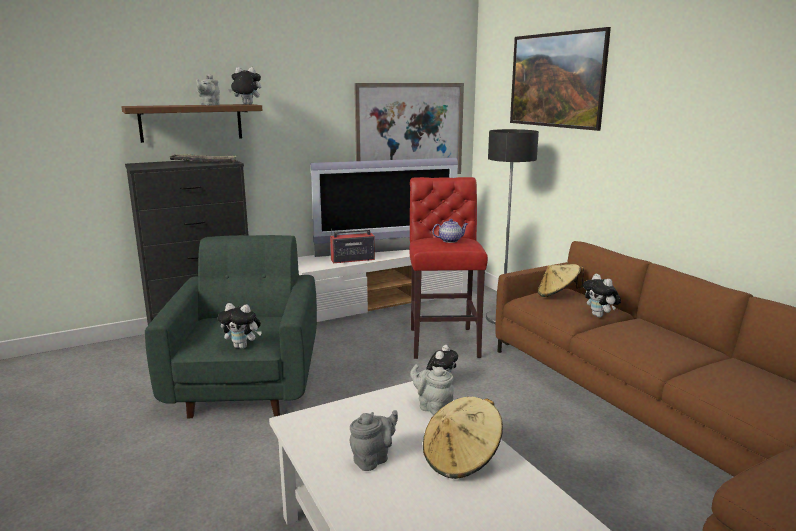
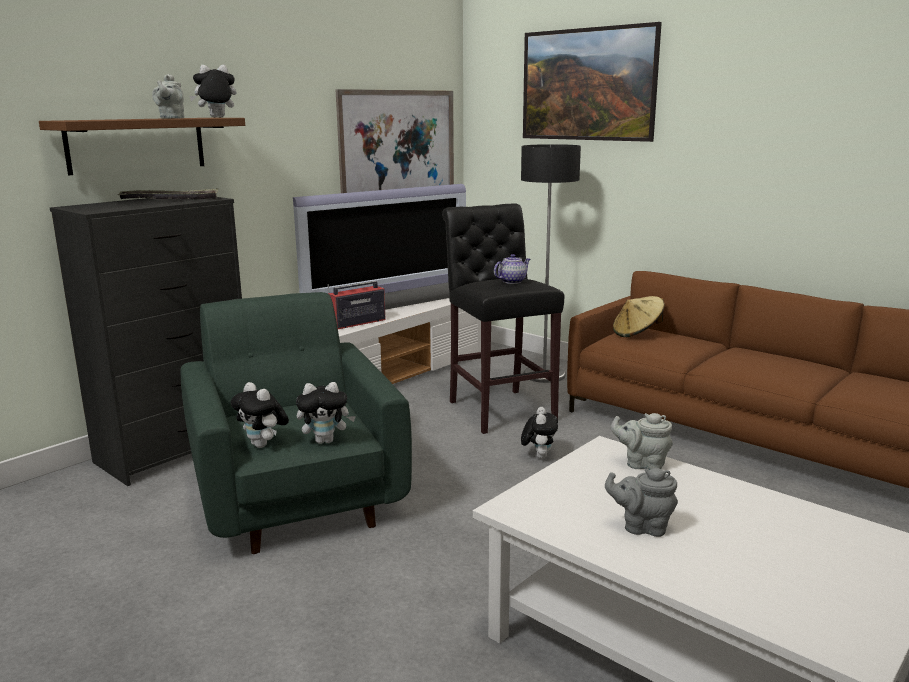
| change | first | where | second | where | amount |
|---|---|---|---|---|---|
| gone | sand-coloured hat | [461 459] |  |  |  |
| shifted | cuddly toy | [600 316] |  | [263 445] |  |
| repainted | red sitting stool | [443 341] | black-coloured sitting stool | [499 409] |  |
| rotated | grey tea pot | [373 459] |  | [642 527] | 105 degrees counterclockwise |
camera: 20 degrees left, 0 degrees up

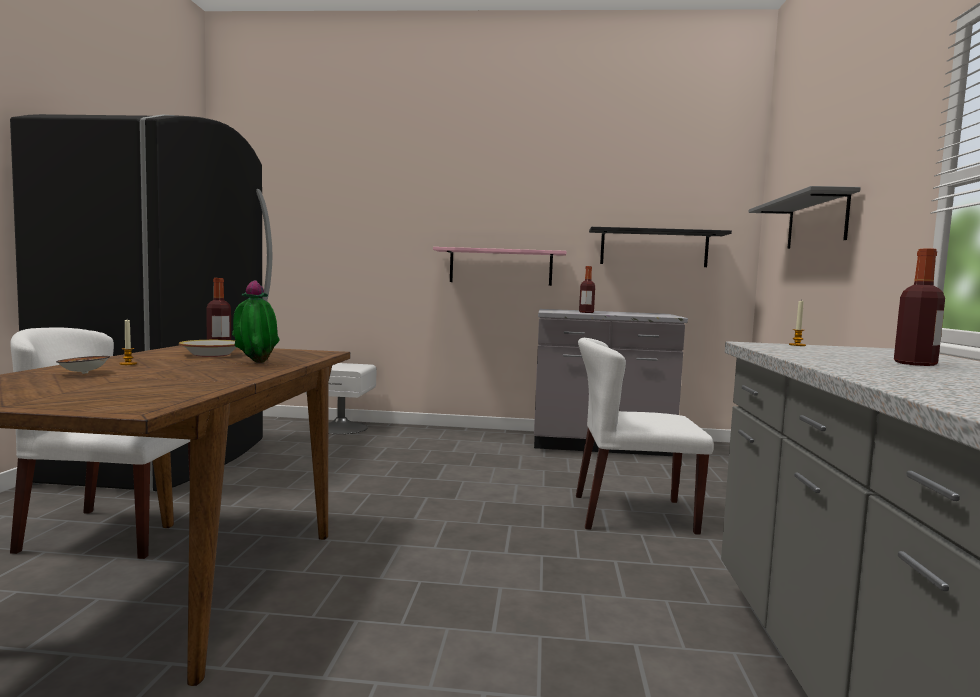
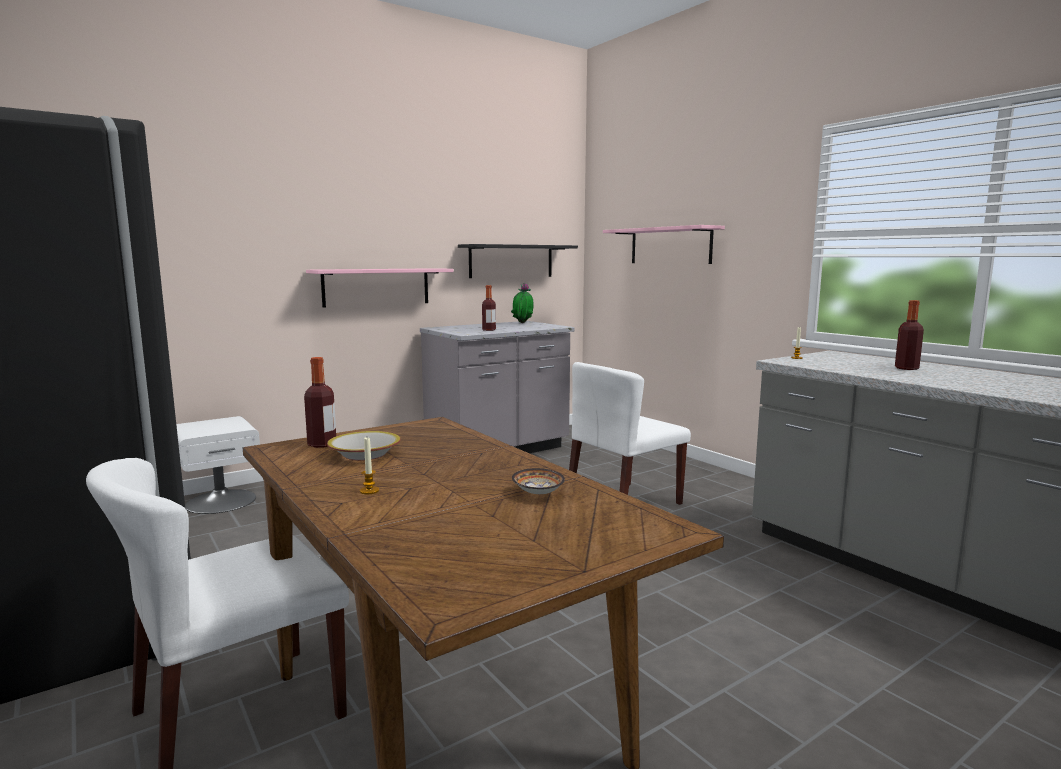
| change | first | where | second | where | amount |
|---|---|---|---|---|---|
| shifted | deep dish | [84 373] |  | [538 493] |  |
| shifted | houseplant | [255 363] |  | [522 323] |  |
| repainted | grey shelf | [816 222] | pink-coloured shelf | [670 246] |  |
camera: 40 degrees left, 5 degrees up

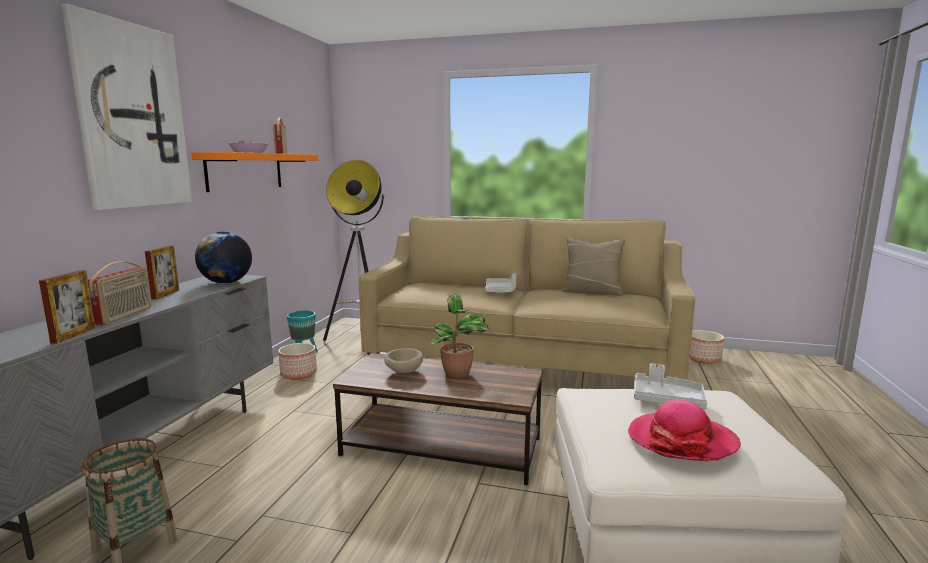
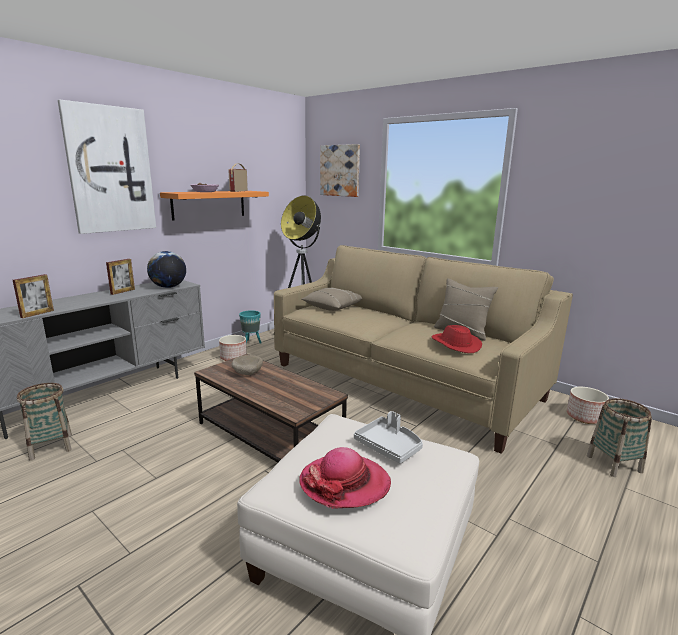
| change | first | where | second | where | amount |
|---|---|---|---|---|---|
| gone | radio | [125 316] |  |  |  |
| gone | houseplant | [458 374] |  |  |  |
| gone | grey serving tray | [501 291] |  |  |  |
| new |  |  | sand-coloured cushion | [333 307] |  |
| new |  |  | wall art | [340 170] |  |
| new |  |  | red hat | [455 344] |  |
| new |  |  | basket | [613 464] |  |
camera: 25 degrees right, 5 degrees up

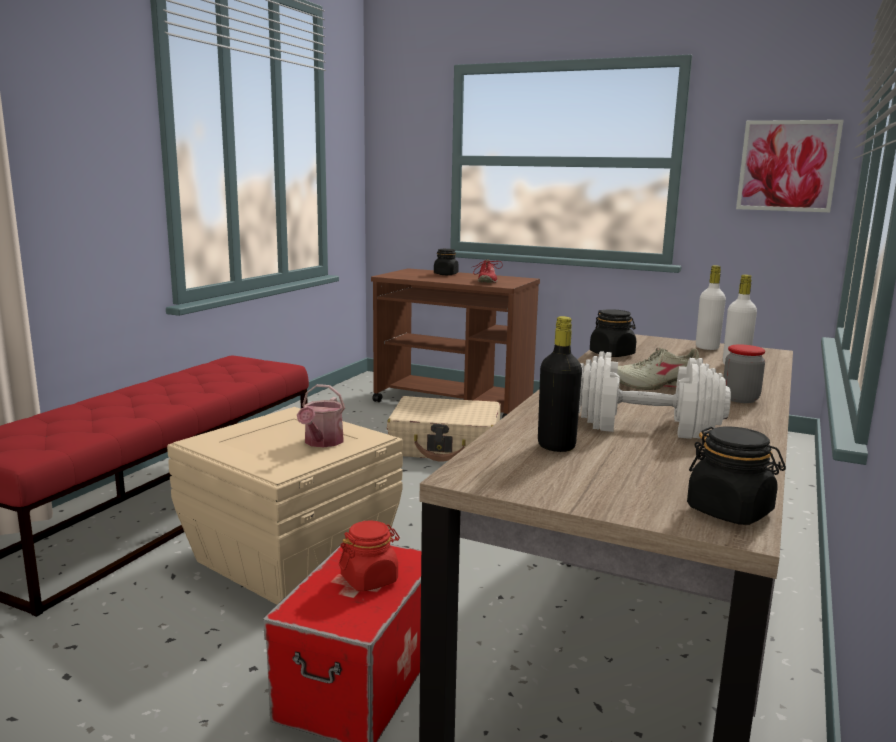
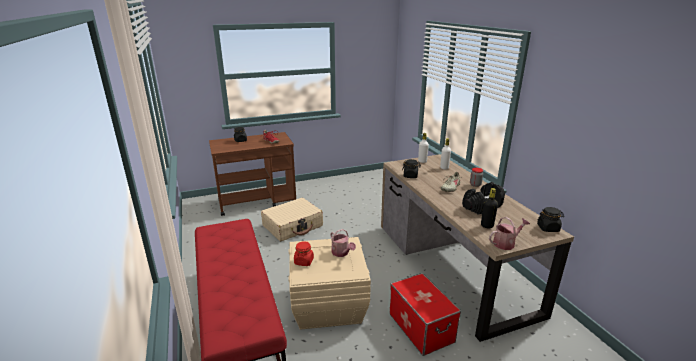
| change | first | where | second | where | amount |
|---|---|---|---|---|---|
| gone | wall art | [787 166] |  |  |  |
| new |  |  | watering can | [506 243] |  |
| shifted | red storage jar | [369 579] |  | [304 261] |  |
| repainted | white free weight | [644 425] | black-coloured free weight | [482 207] |  |
camera: 45 degrees left, 10 degrees up

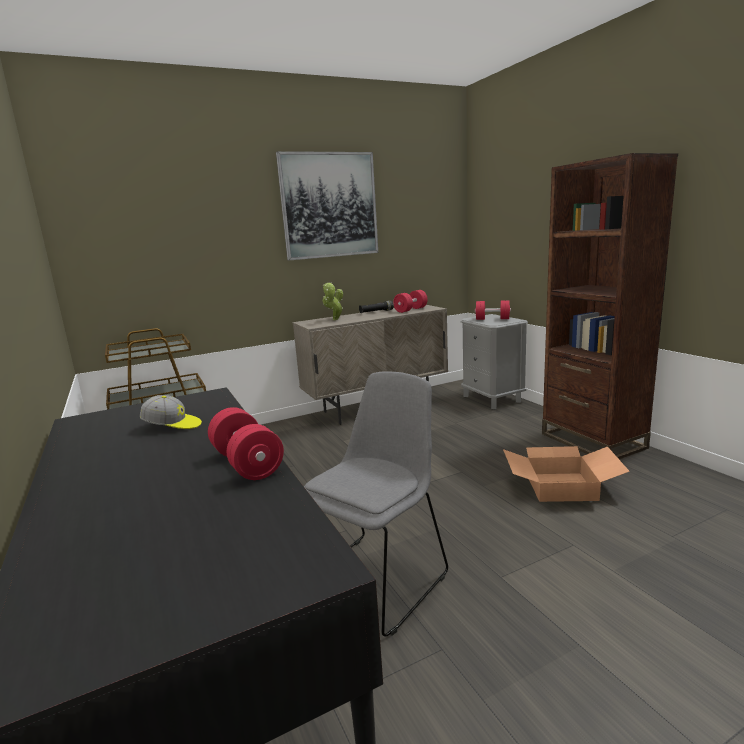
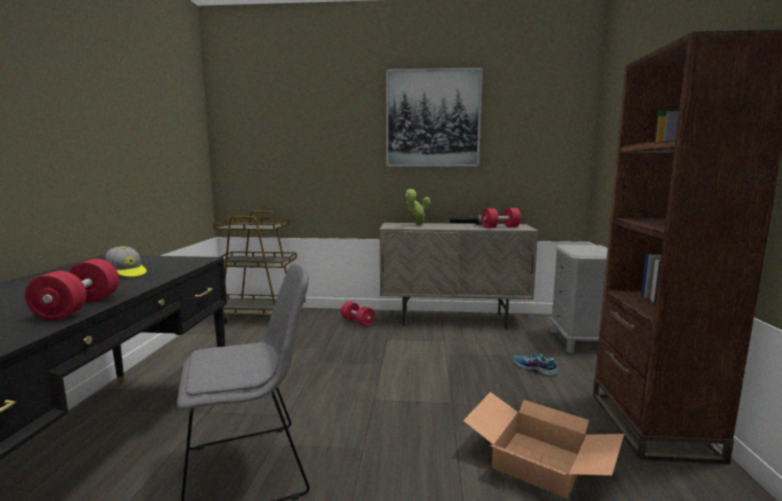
| change | first | where | second | where | amount |
|---|---|---|---|---|---|
| new |  |  | item of footwear | [534 369] |  |
| shifted | red free weight | [492 319] |  | [357 322] |  |
camera: 30 degrees right, 5 degrees down

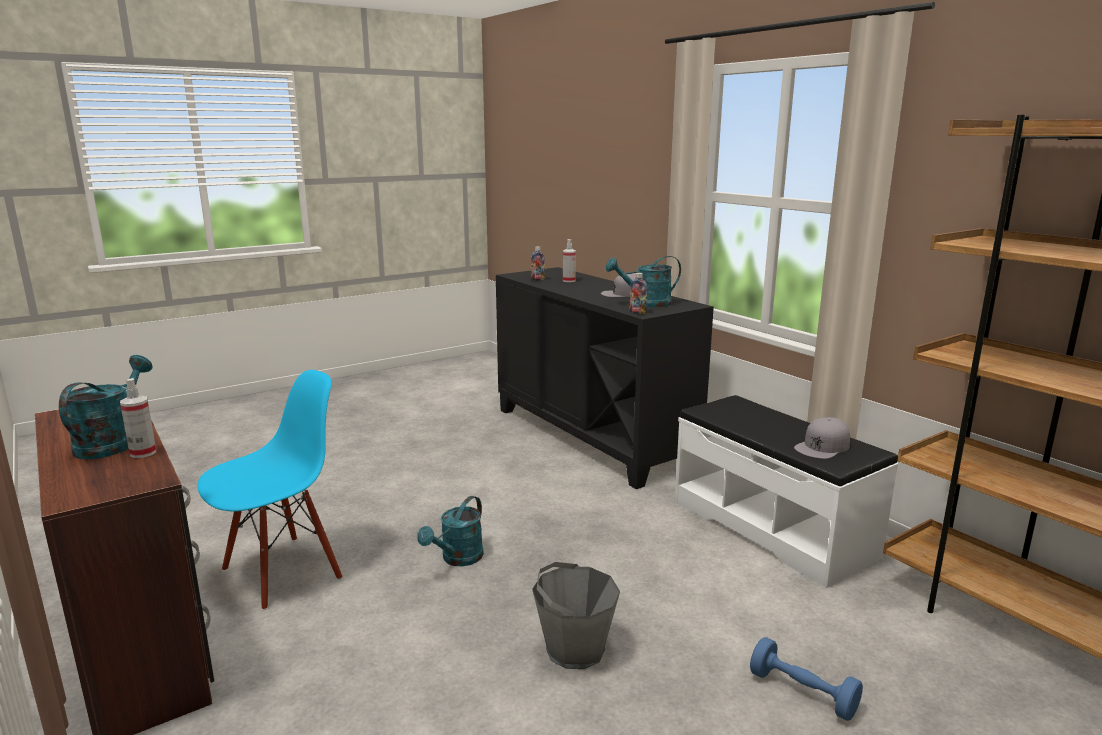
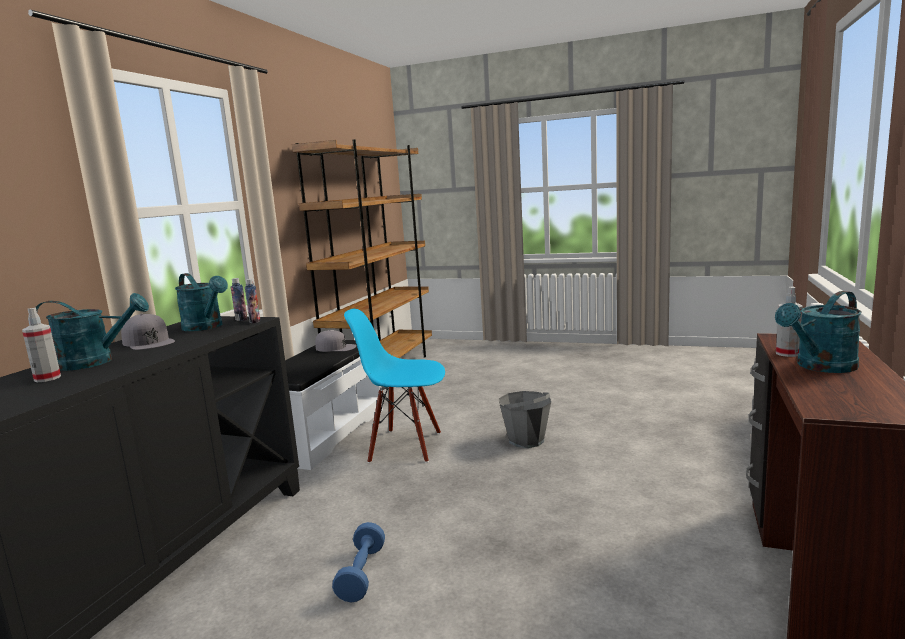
| change | first | where | second | where | amount |
|---|---|---|---|---|---|
| shifted | blue chair | [282 572] |  | [405 446] |  |
| shifted | turquoise-coloured watering can | [457 559] |  | [96 362] |  |
| shifted | bottle | [537 279] |  | [241 319] |  |
| shifted | blue free weight | [802 693] |  | [362 574] |  |
camera: 125 degrees left, 5 degrees down

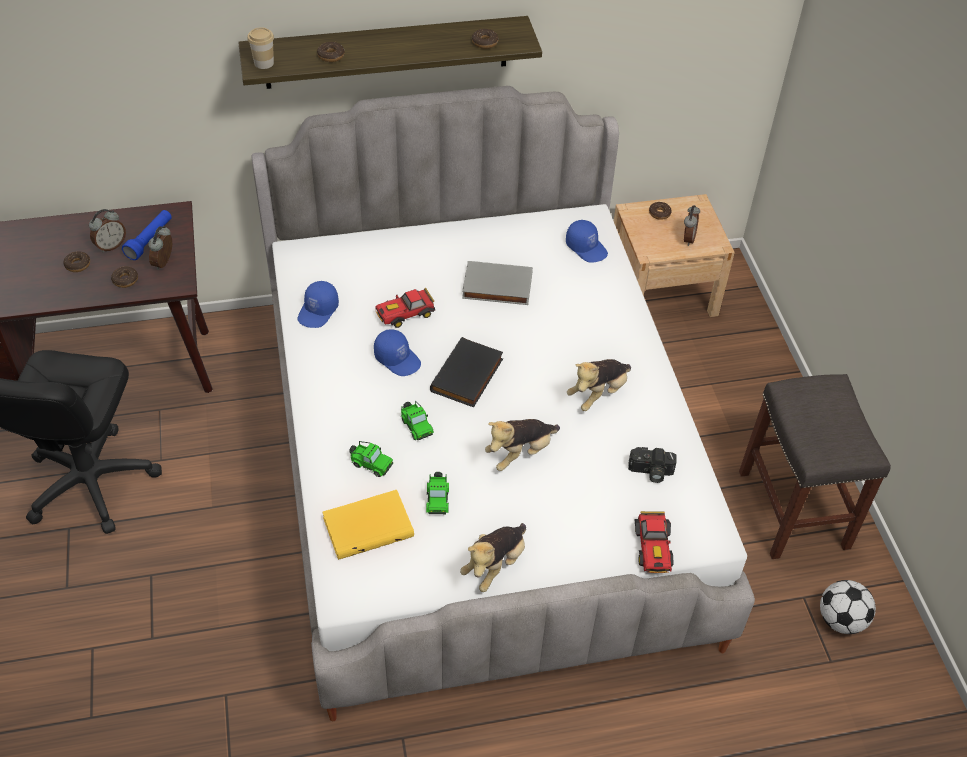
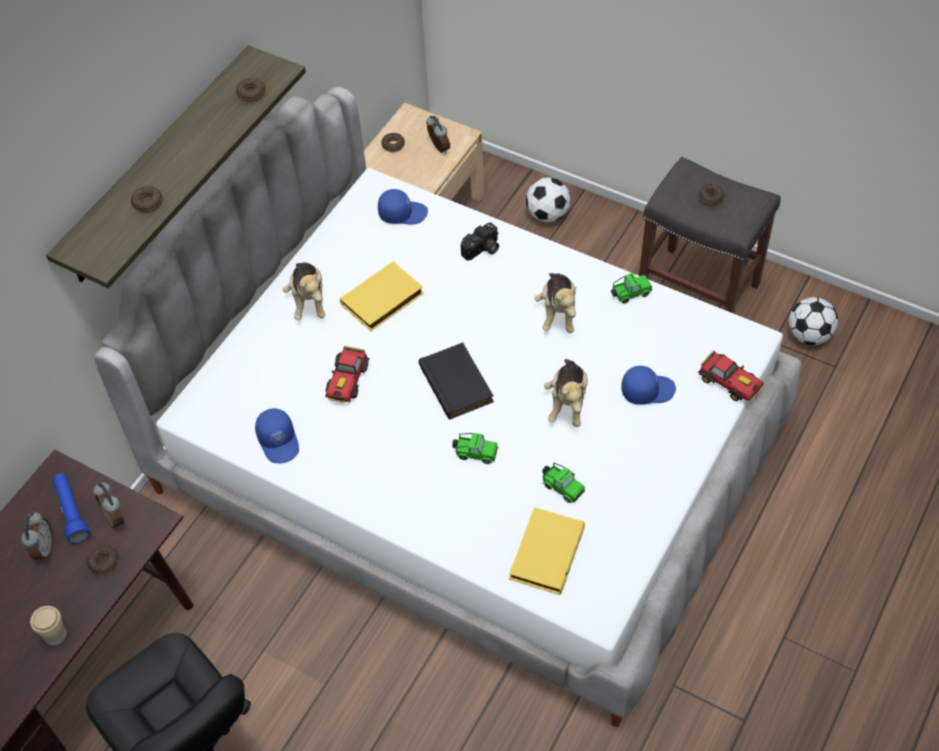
| change | first | where | second | where | amount |
|---|---|---|---|---|---|
| new |  |  | football | [547 214] |  |
| shifted | ring doughnut | [78 265] |  | [711 197] |  |
| shifted | cup | [264 63] |  | [55 635] |  |
| shifted | toy car | [370 464] |  | [630 294] |  |
| shifted | blue peaked cap | [398 359] |  | [647 390] |  |
| shifted | cuddly toy | [495 564] |  | [308 300] |  |
| shifted | still camera | [650 472] |  | [482 250] |  |
| repainted | grey bound book | [496 287] | yellowish bound book | [383 300] |  |
camera: 45 degrees left, 5 degrees up

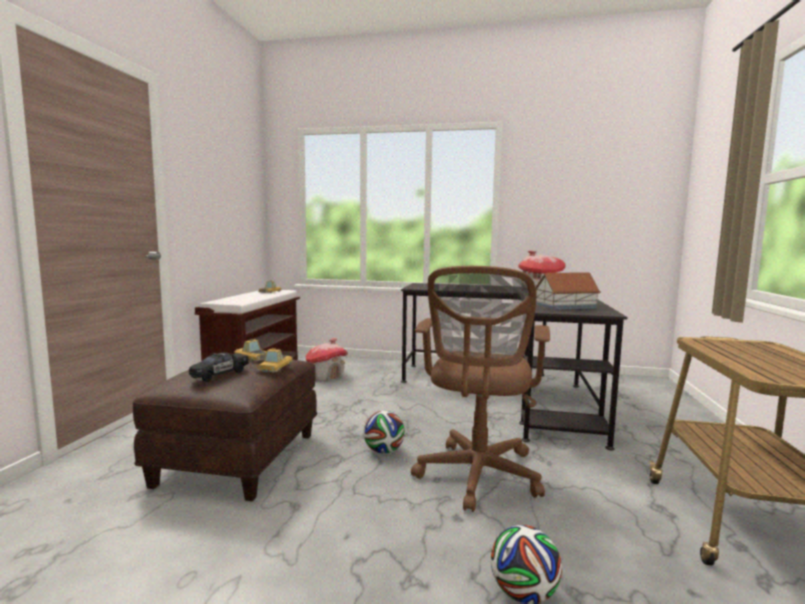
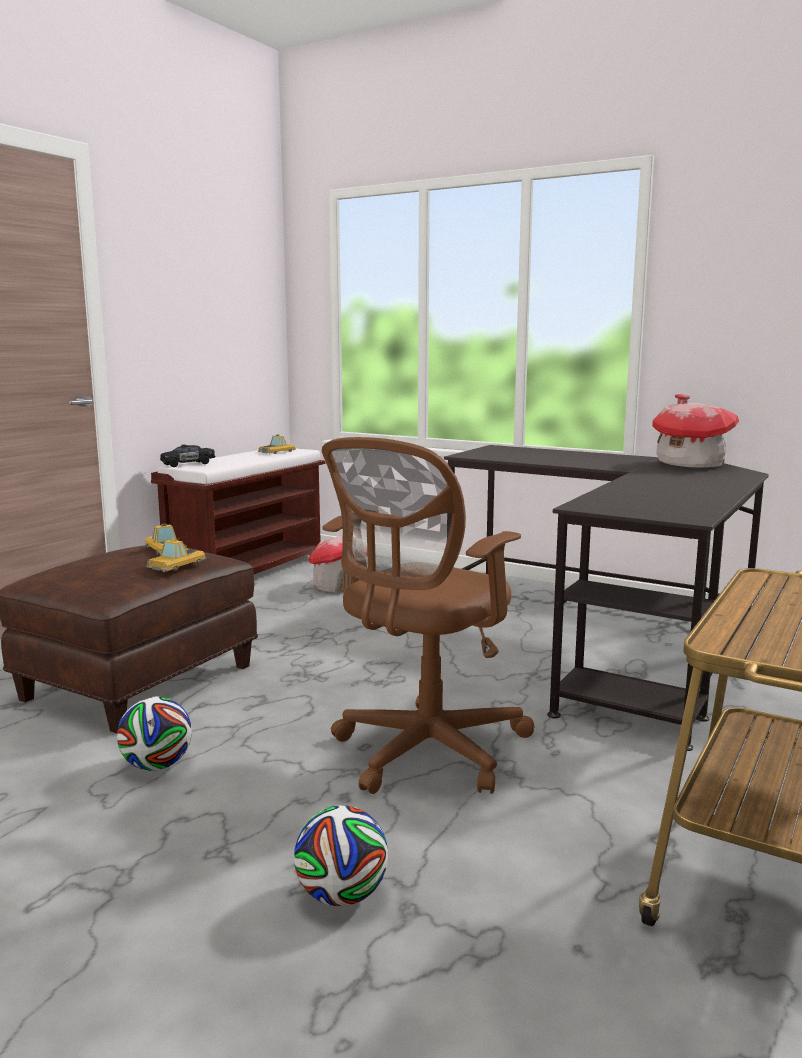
| change | first | where | second | where | amount |
|---|---|---|---|---|---|
| gone | model house | [564 306] |  |  |  |
| shifted | black-coloured toy car | [219 374] |  | [187 464] |  |
| shifted | football | [383 451] |  | [157 766] |  |
camera: 20 degrees right, 5 degrees up

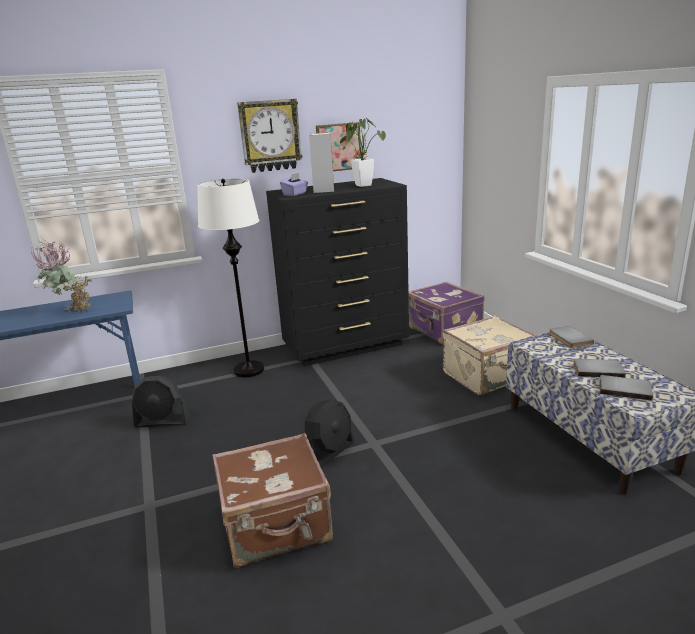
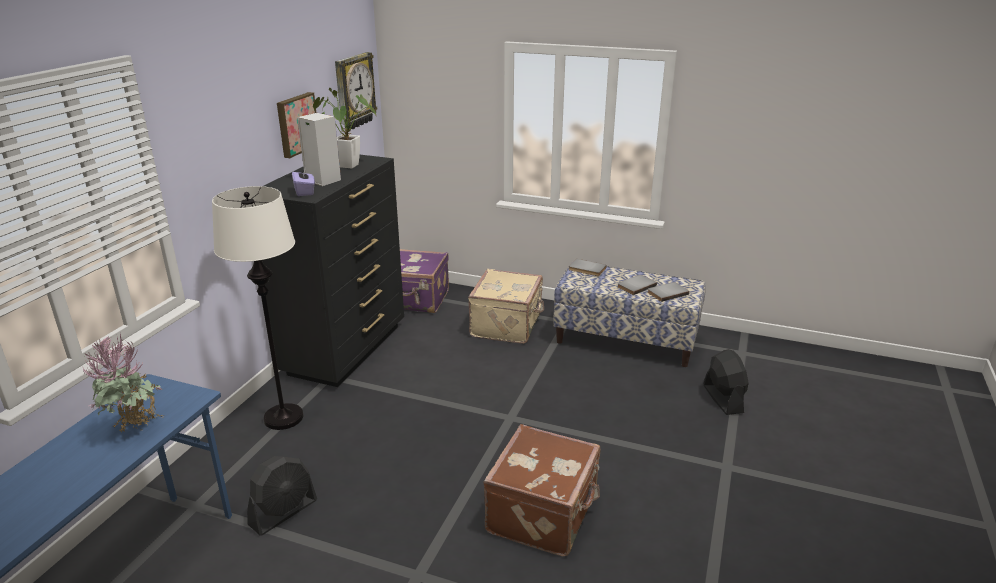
| change | first | where | second | where | amount |
|---|---|---|---|---|---|
| shifted | hanging clock | [270 136] |  | [354 91] |  |
| shifted | black-coloured fan | [329 453] |  | [722 399] |  |
camera: 50 degrees left, 5 degrees up

